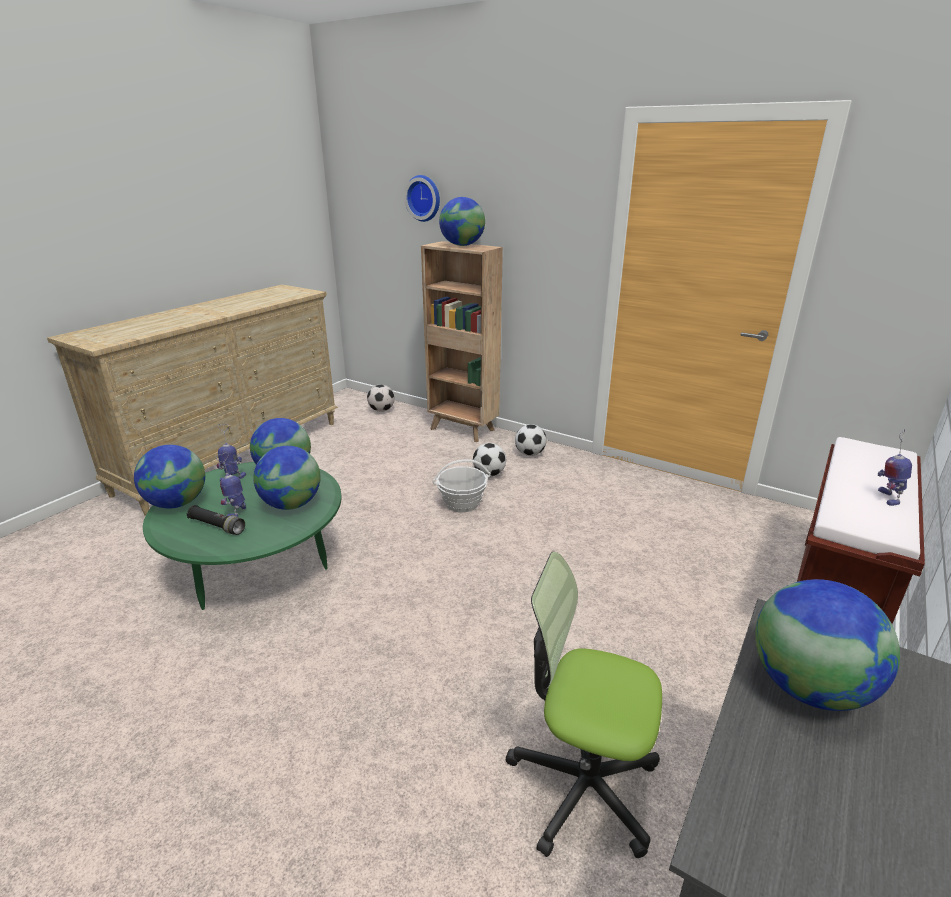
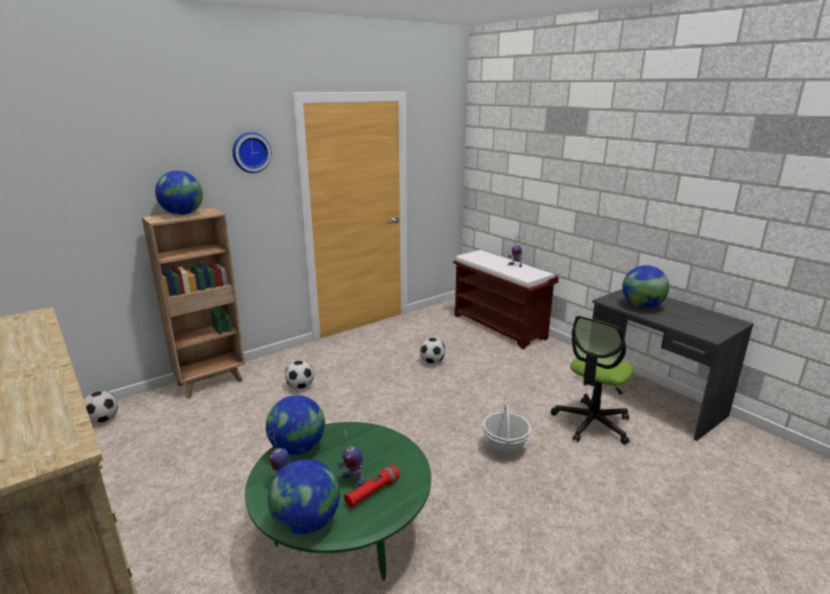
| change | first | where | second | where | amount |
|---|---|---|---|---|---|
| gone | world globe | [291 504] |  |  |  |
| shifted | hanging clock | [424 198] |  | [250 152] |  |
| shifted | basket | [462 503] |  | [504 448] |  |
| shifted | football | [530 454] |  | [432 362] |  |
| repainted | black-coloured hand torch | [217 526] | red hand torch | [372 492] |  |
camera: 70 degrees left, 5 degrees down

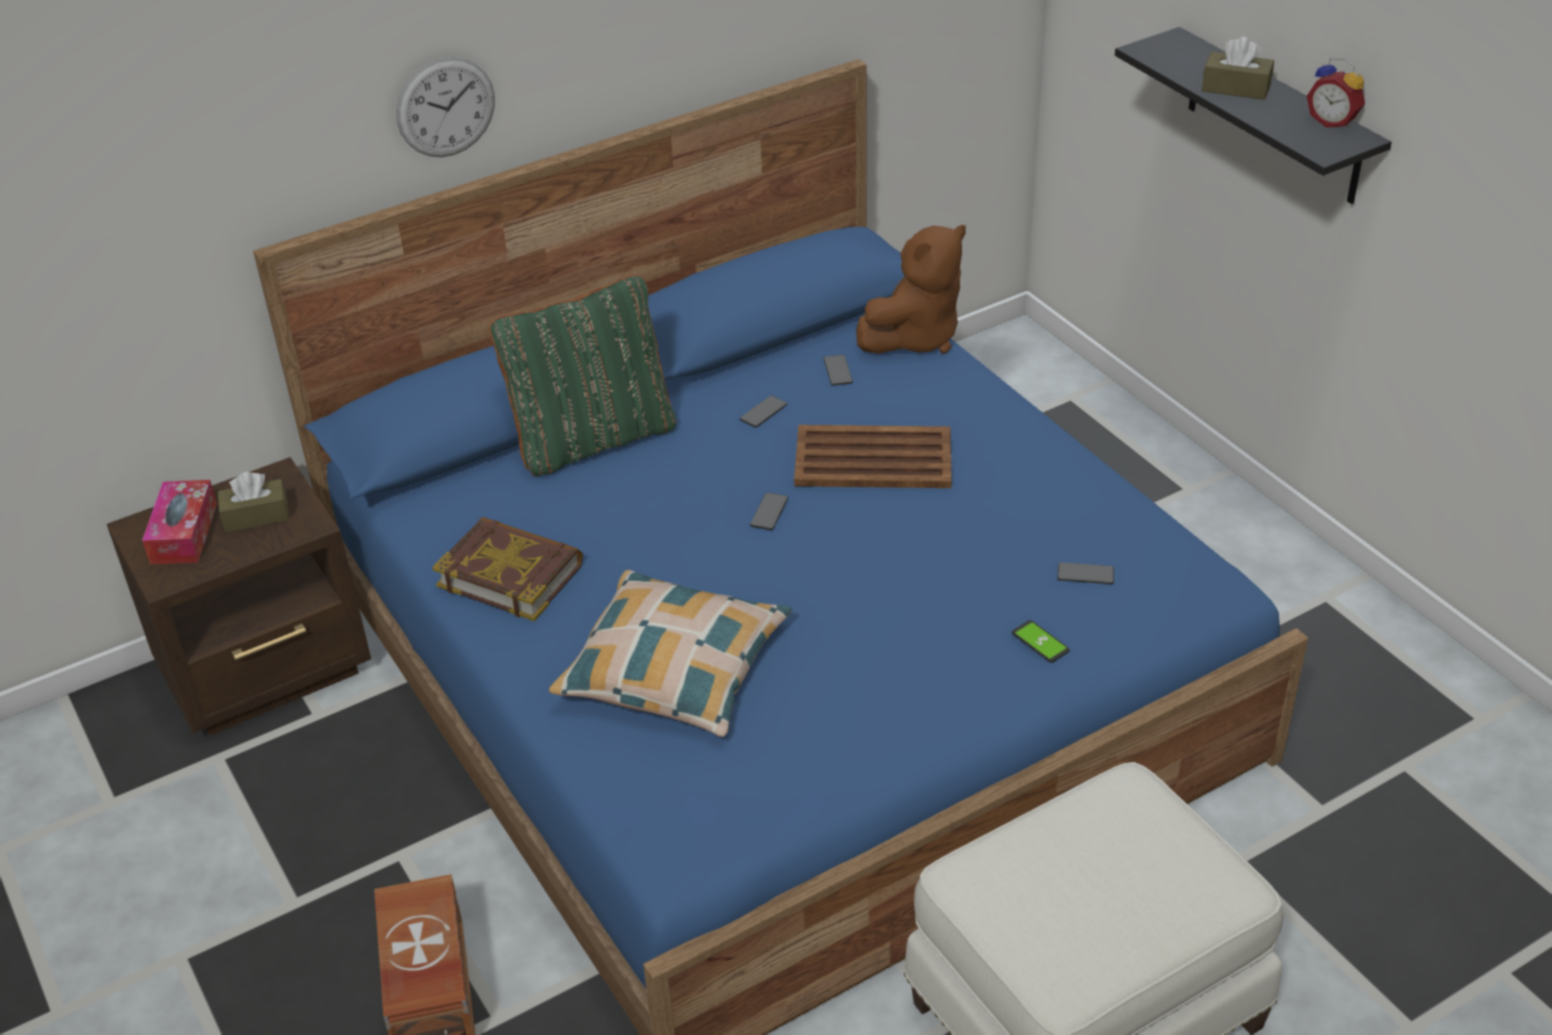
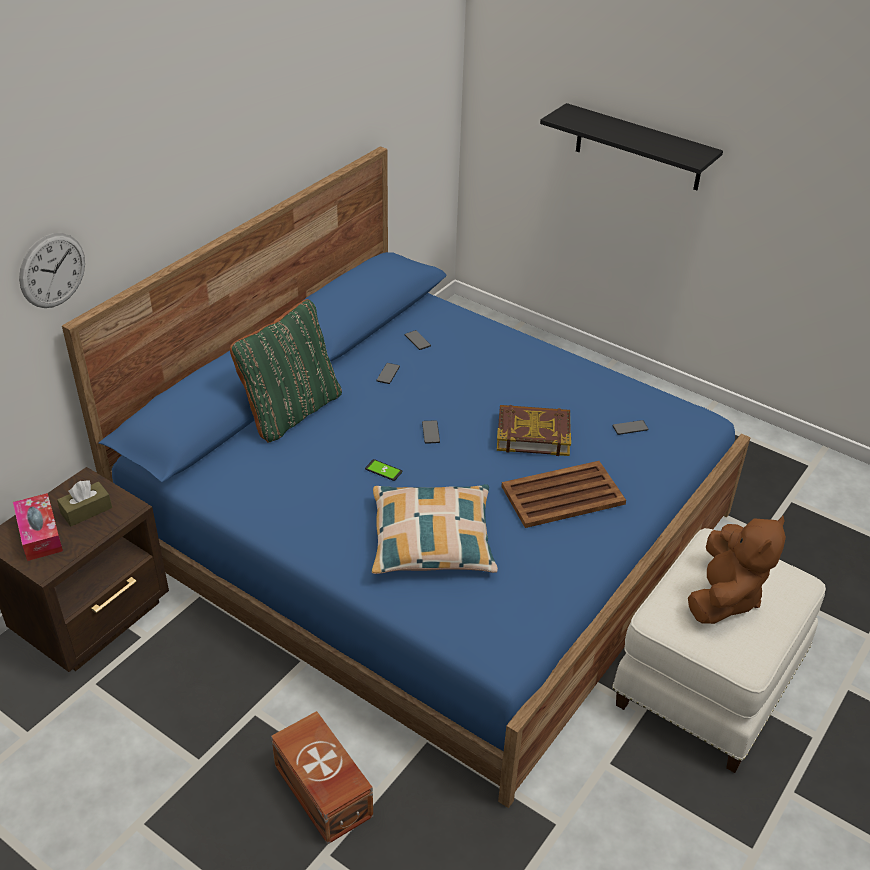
| change | first | where | second | where | amount |
|---|---|---|---|---|---|
| gone | brown-coloured tissue holder | [1236 88] |  |  |  |
| gone | bedside clock | [1333 122] |  |  |  |
| shifted | hanging clock | [445 107] |  | [52 270] |  |
| shifted | bound book | [510 575] |  | [533 434] |  |
| shifted | brown-coloured serving tray | [871 459] |  | [561 495] |  |
| shifted | brown-coloured cuddly toy | [915 337] |  | [724 597] |  |
| shifted | handset | [1040 642] |  | [383 470] |  |
camera: 25 degrees left, 0 degrees up

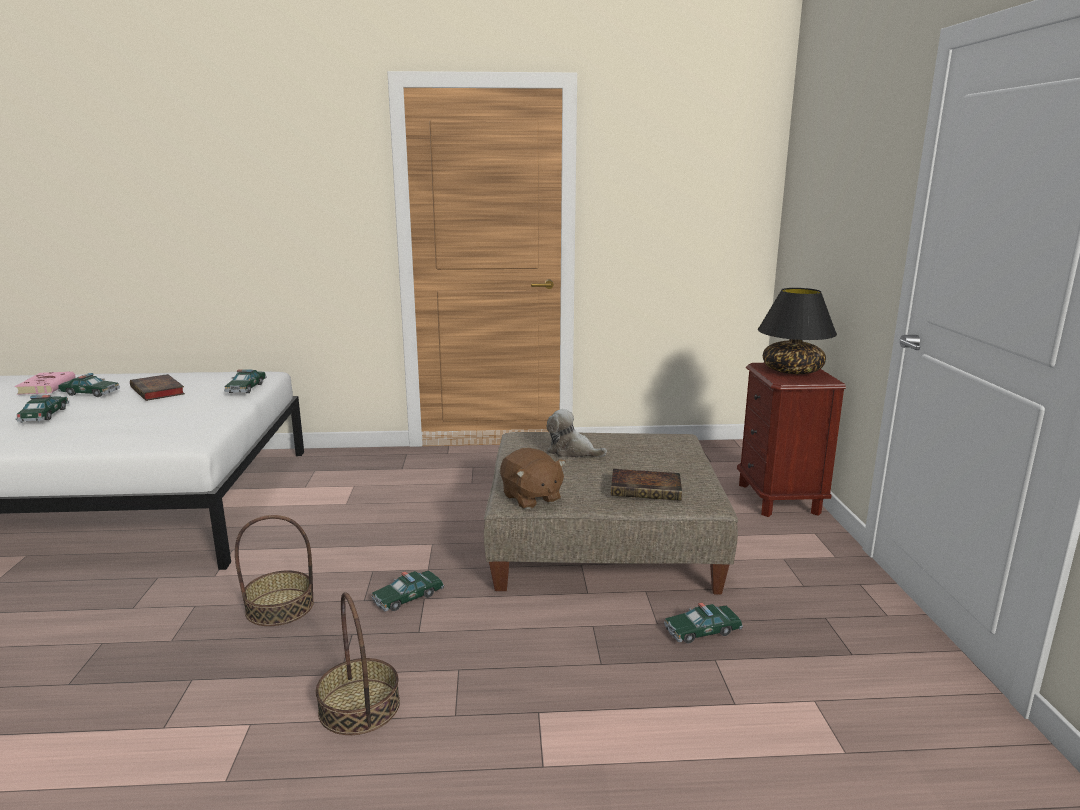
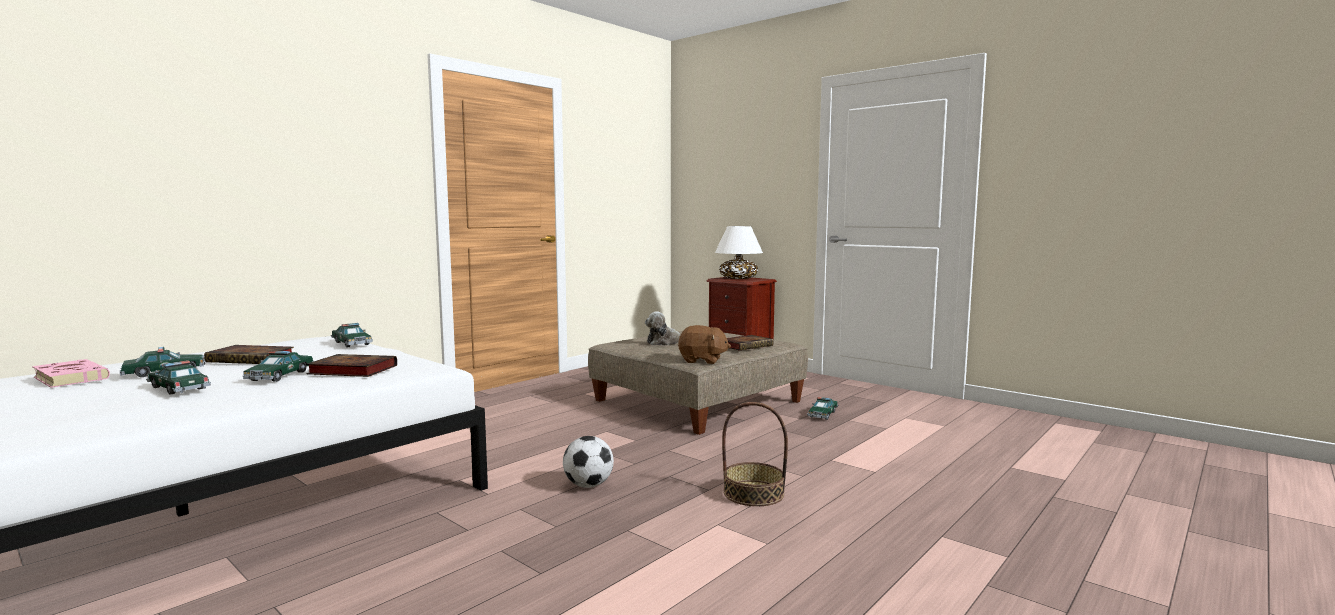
| change | first | where | second | where | amount |
|---|---|---|---|---|---|
| new |  |  | bound book | [350 370] |  |
| shifted | toy car | [408 597] |  | [280 376] |  |
| swapped | basket | [280 607] | football | [588 485] |  |
| repainted | black-coloured table lamp | [791 371] | white table lamp | [738 278] |  |
camera: 45 degrees left, 10 degrees down

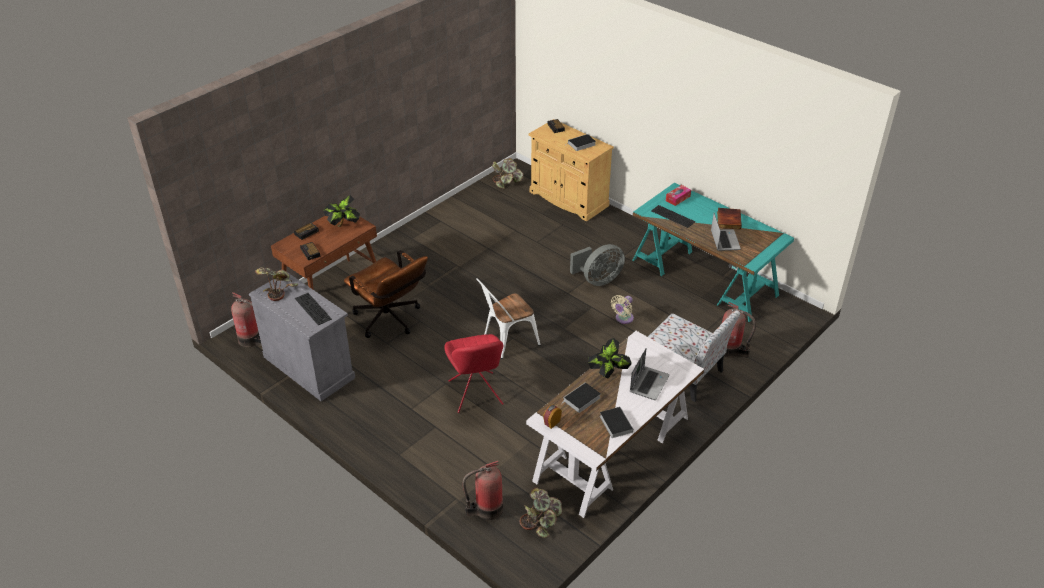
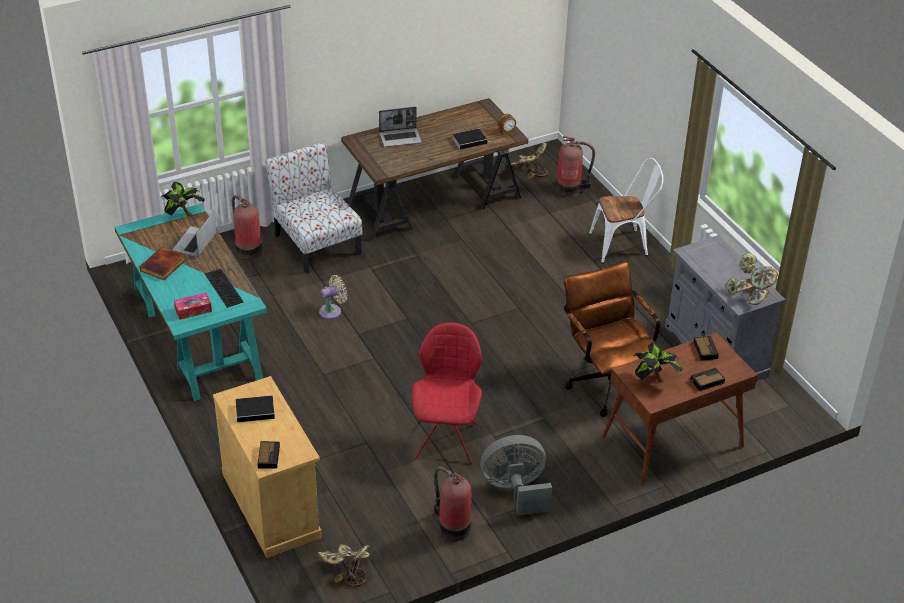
| change | first | where | second | where | amount |
|---|---|---|---|---|---|
| gone | PC keyboard | [311 309] |  |  |  |
| gone | bound book | [615 423] |  |  |  |
| shifted | extinguisher | [251 340] |  | [452 527] |  |
| shifted | red chair | [476 394] |  | [447 439] |  |
| shifted | white chair | [506 342] |  | [623 245] |  |
| shifted | grey fan | [598 280] |  | [515 491] |  |
| shifted | houseplant | [608 374] |  | [183 215] |  |
| repainted | white desk unit | [613 449] | brown-coloured desk unit | [434 201] |  |
| rotated | portable computer | [648 383] |  | [400 138] | 150 degrees counterclockwise |
camera: 160 degrees left, 0 degrees up

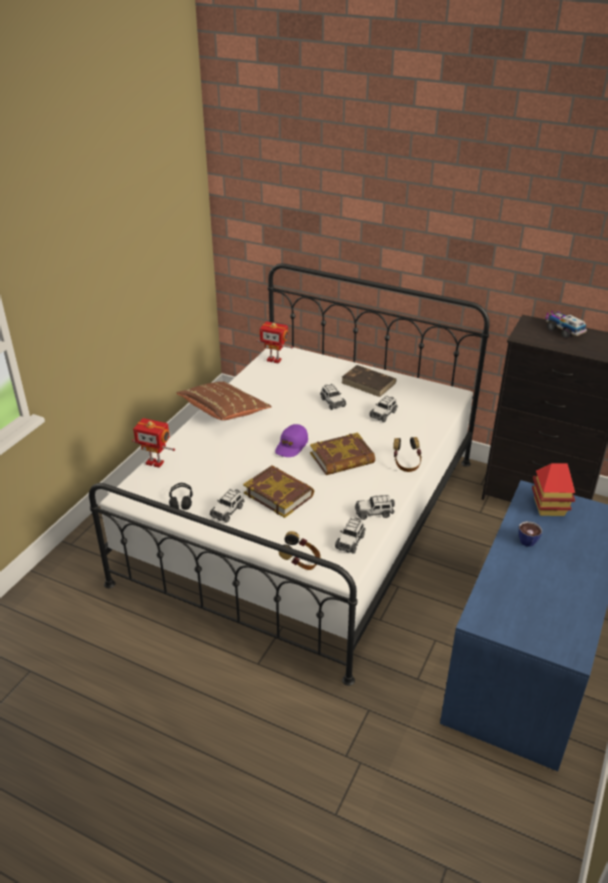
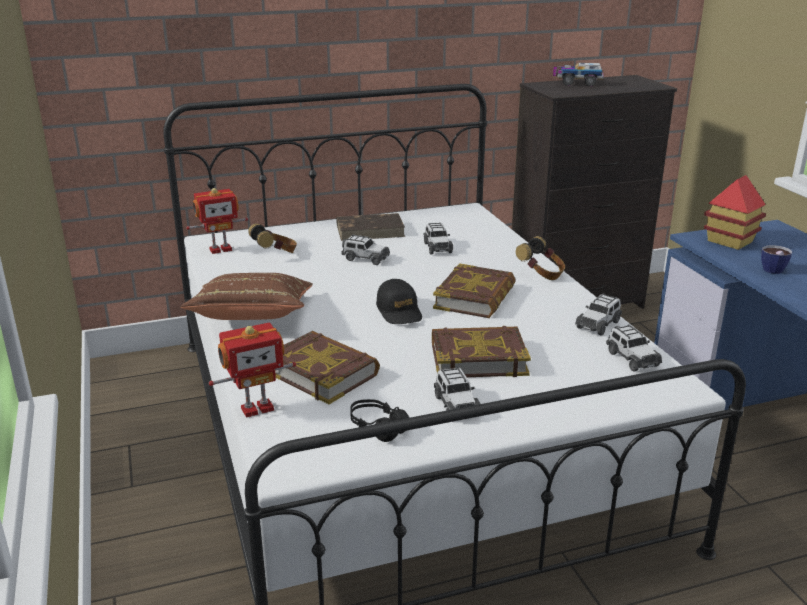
| change | first | where | second | where | amount |
|---|---|---|---|---|---|
| new |  |  | bound book | [322 373] |  |
| shifted | pair of headphones | [301 562] |  | [275 254] |  |
| repainted | purplish peaked cap | [291 445] | black-coloured peaked cap | [399 311] |  |
camera: 45 degrees left, 10 degrees down

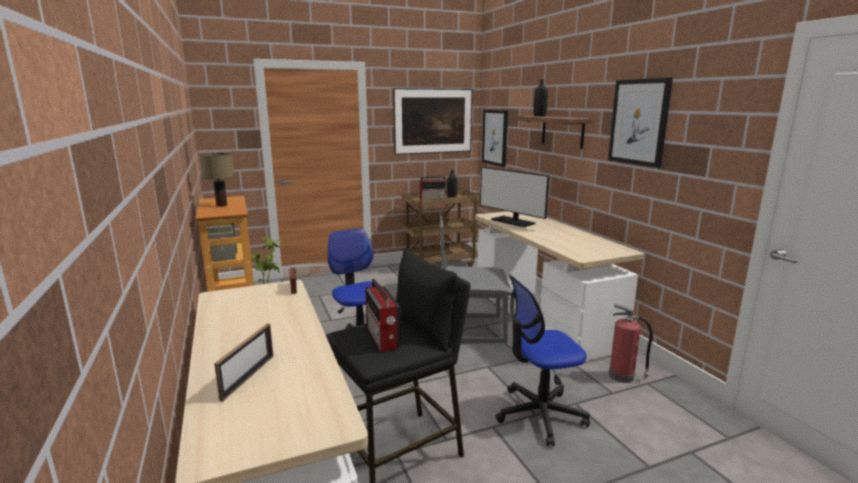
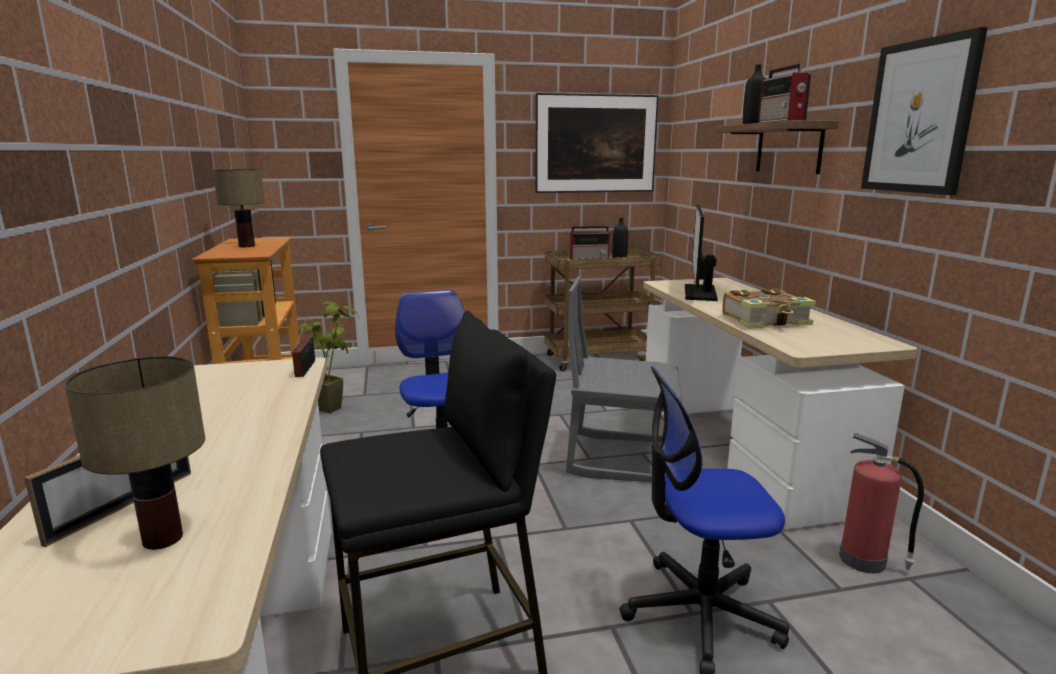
| change | first | where | second | where | amount |
|---|---|---|---|---|---|
| gone | wall art | [495 137] |  |  |  |
| new |  |  | table lamp | [162 538] |  |
| new |  |  | bound book | [766 321] |  |
| shifted | radio | [382 338] |  | [781 122] |  |
| rotated | computer display | [513 222] |  | [700 293] | 45 degrees clockwise |
camera: 10 degrees right, 0 degrees up

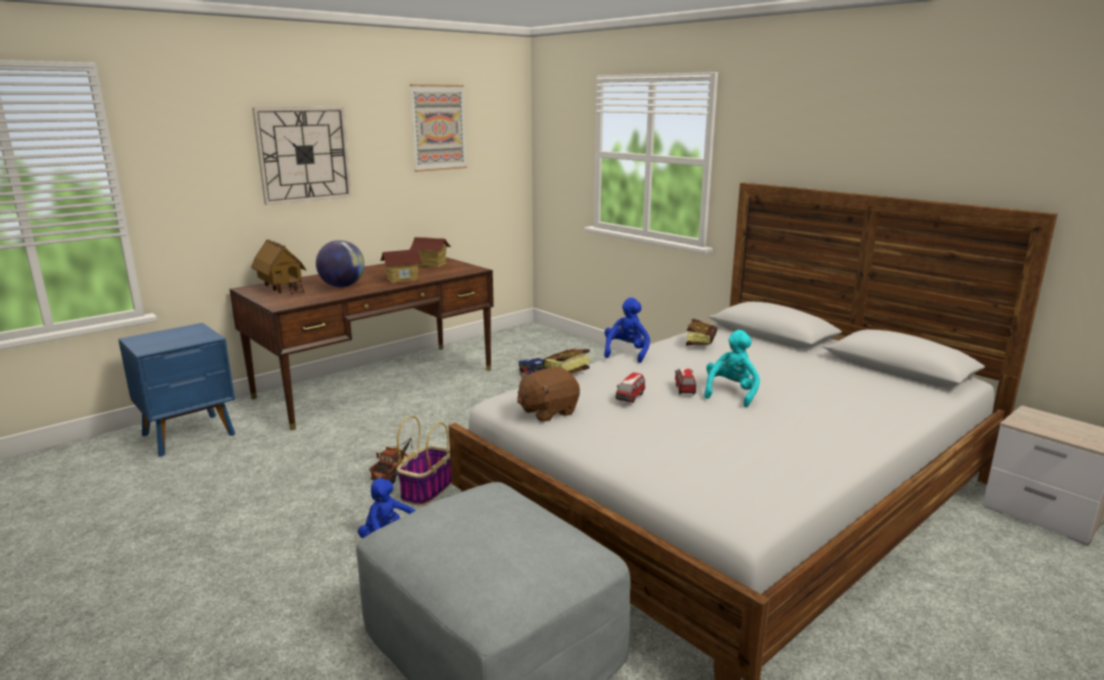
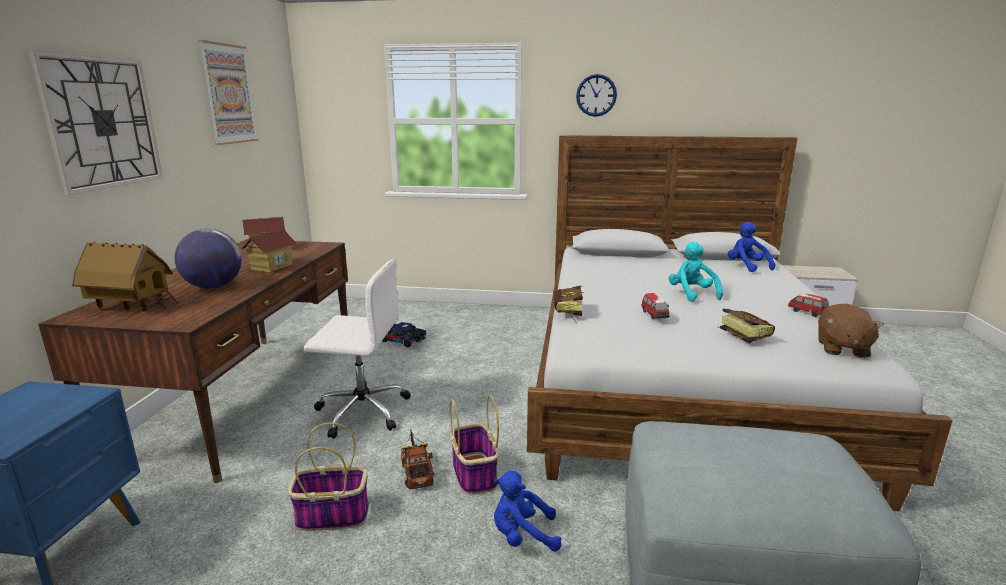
| change | first | where | second | where | amount |
|---|---|---|---|---|---|
| new |  |  | basket | [331 516] |  |
| new |  |  | white office chair | [361 411] |  |
| new |  |  | hanging clock | [596 95] |  |
| shifted | brown-coloured cuddly toy | [547 411] |  | [841 349] |  |
| shifted | blue cuddly toy | [626 353] |  | [746 267] |  |
| shifted | toy car | [684 389] |  | [806 312] |  |
| shifted | bound book | [701 343] |  | [741 335] |  |
camera: 40 degrees left, 0 degrees up

